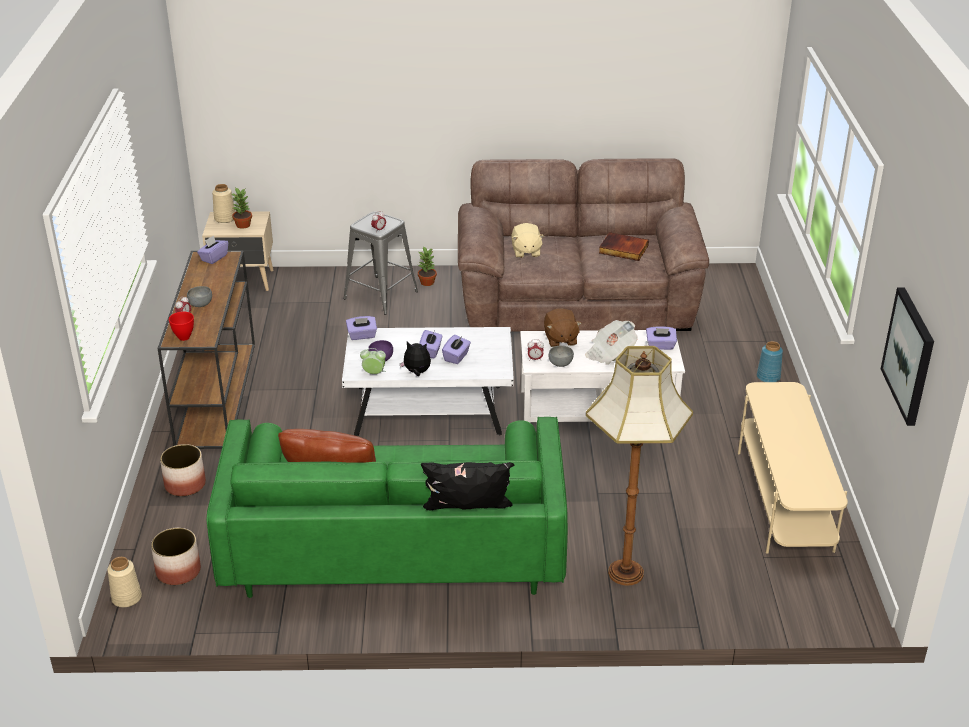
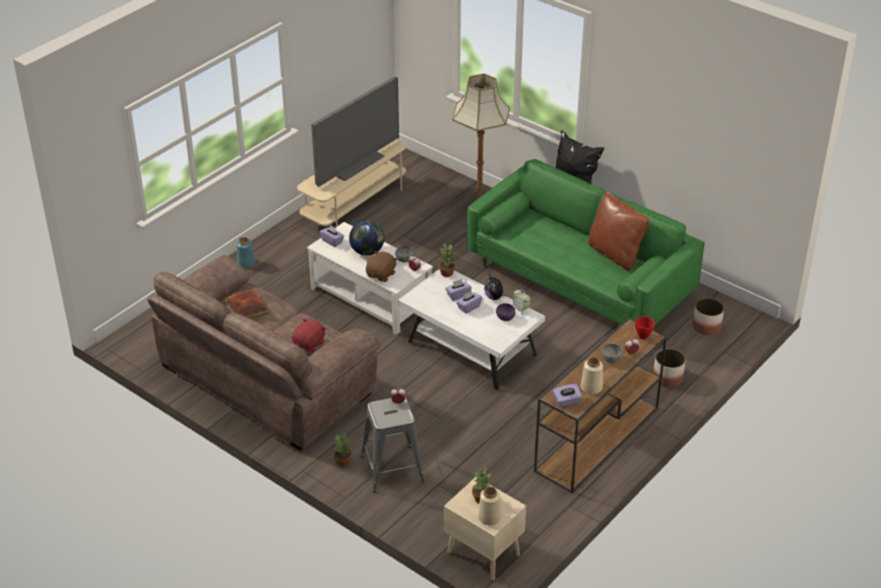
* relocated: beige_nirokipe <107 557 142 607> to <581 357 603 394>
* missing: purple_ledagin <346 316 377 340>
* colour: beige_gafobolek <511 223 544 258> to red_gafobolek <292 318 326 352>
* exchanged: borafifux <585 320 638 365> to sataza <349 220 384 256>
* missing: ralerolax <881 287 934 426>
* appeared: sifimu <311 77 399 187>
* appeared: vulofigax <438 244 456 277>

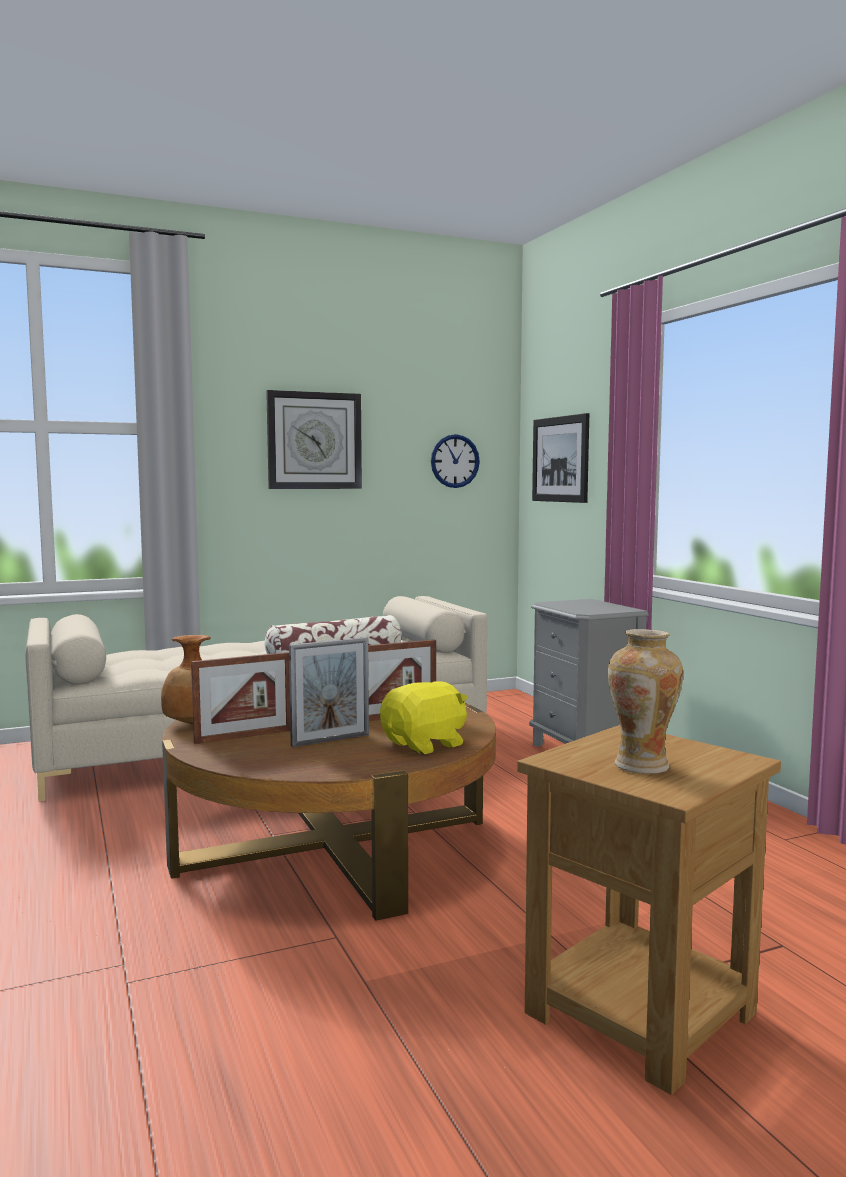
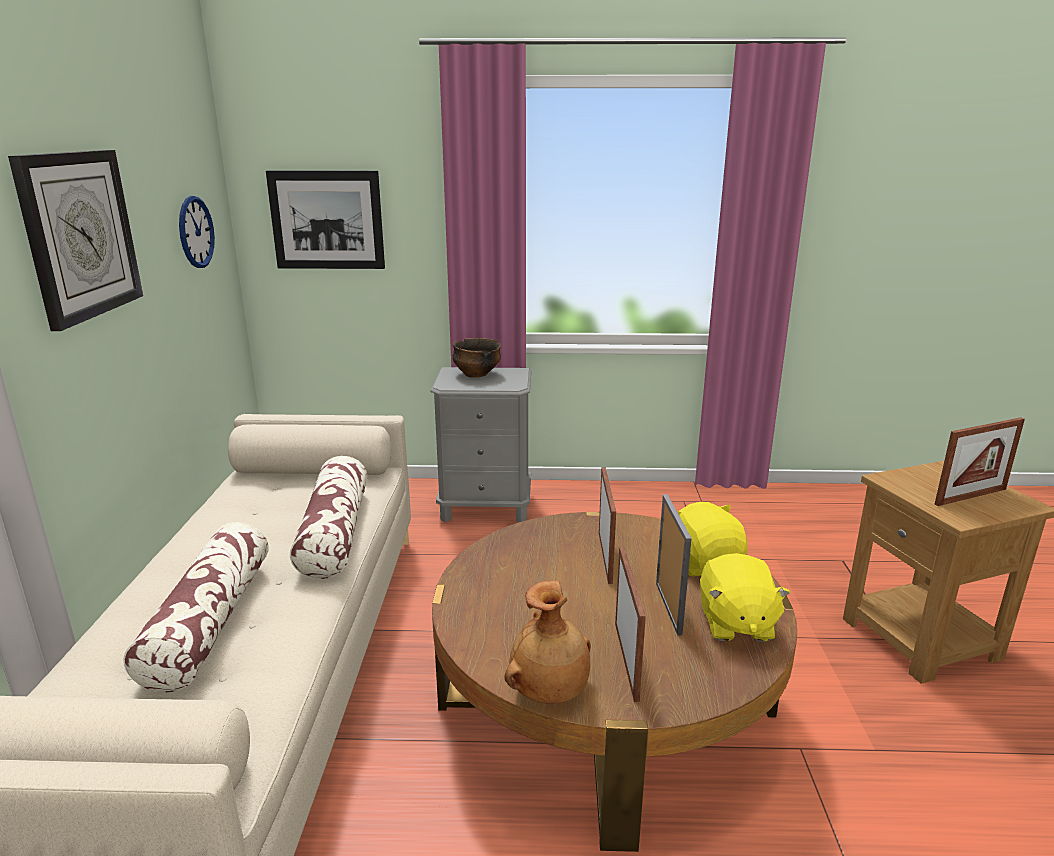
* exchanged: nirokipe <608 629 683 774> to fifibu <935 417 1025 506>
* appeared: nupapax <123 522 268 692>
* appeared: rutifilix <452 338 501 378>
* appeared: yellow_gafobolek <700 553 790 641>

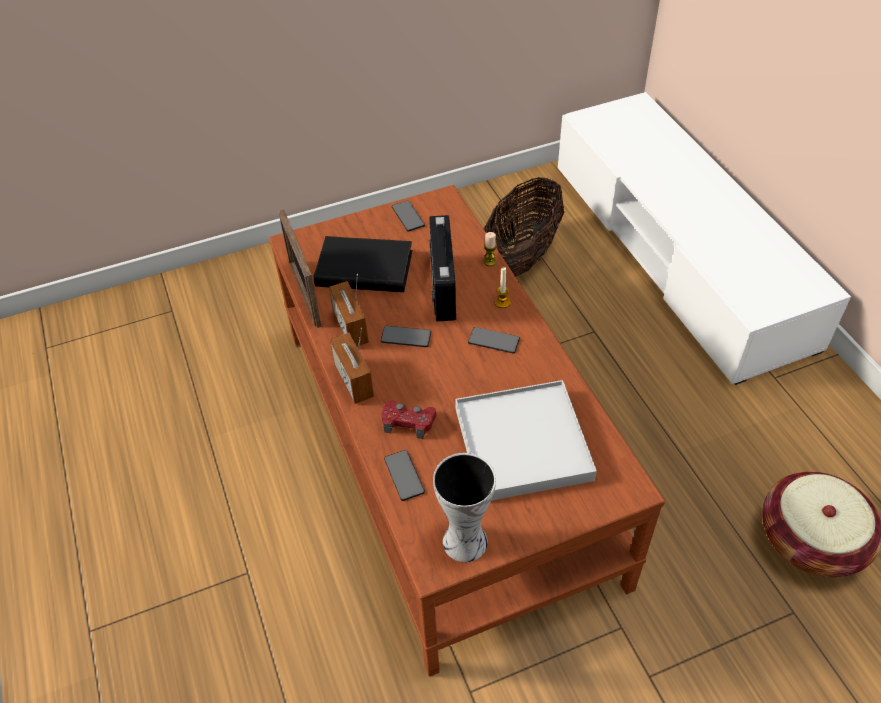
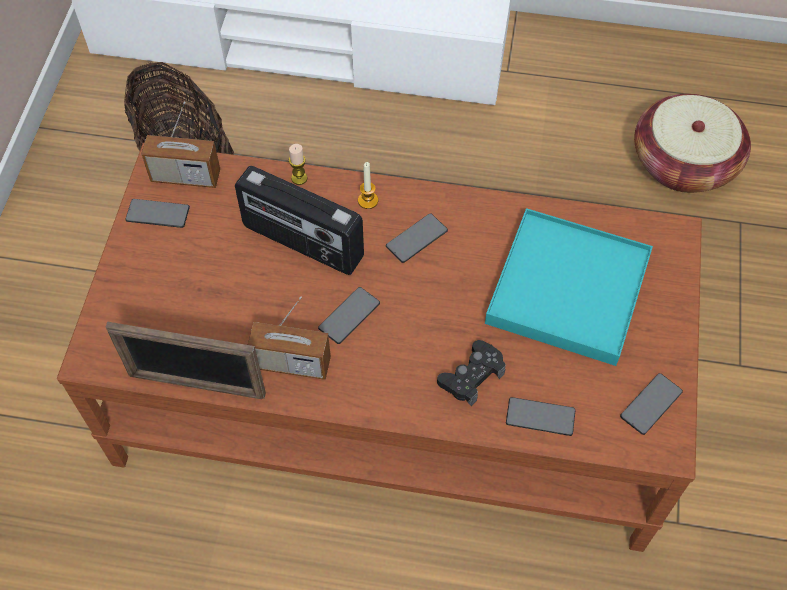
* missing: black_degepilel <314 236 412 292>
* relocated: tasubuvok <330 328 374 404> to <142 101 220 188>
* colour: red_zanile <381 400 436 439> to black_zanile <437 340 505 406>
* exchanged: nirokipe <433 453 496 562> to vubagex <620 373 683 435>
* colour: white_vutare <455 380 597 501> to turquoise_vutare <485 208 653 366>

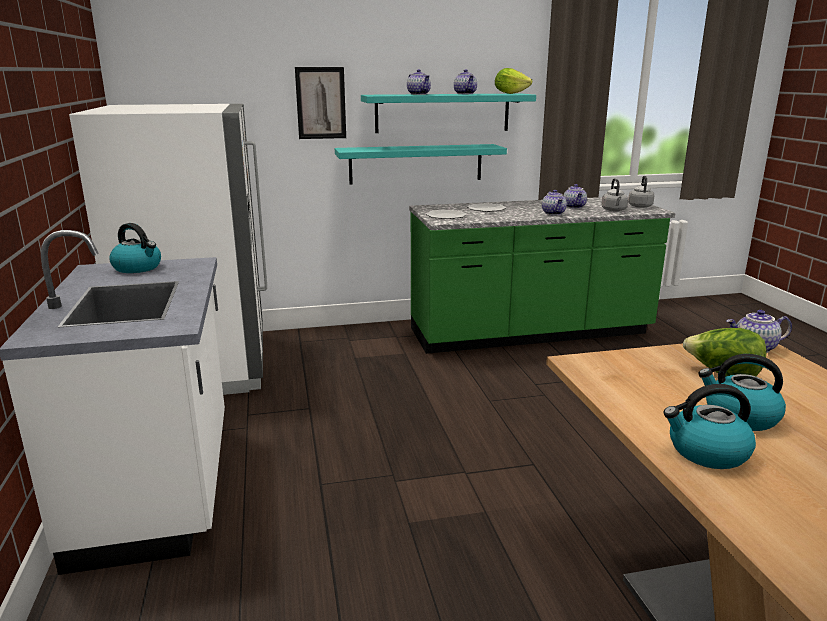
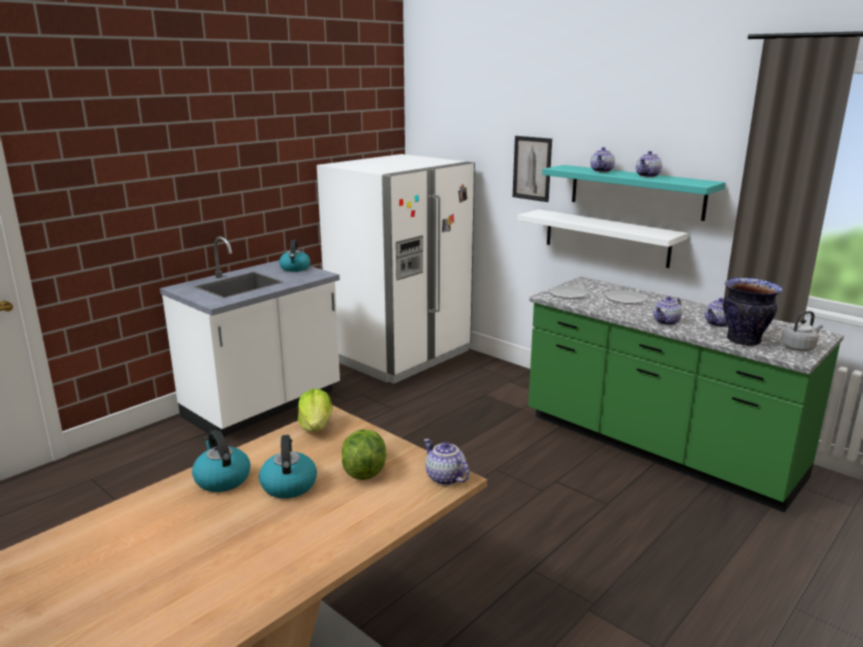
* colour: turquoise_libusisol <335 144 507 185> to white_libusisol <517 209 688 268>
* relocated: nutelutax <495 68 532 94> to <298 389 333 432>
* exchanged: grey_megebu <601 178 628 211> to nirokipe <723 278 783 346>

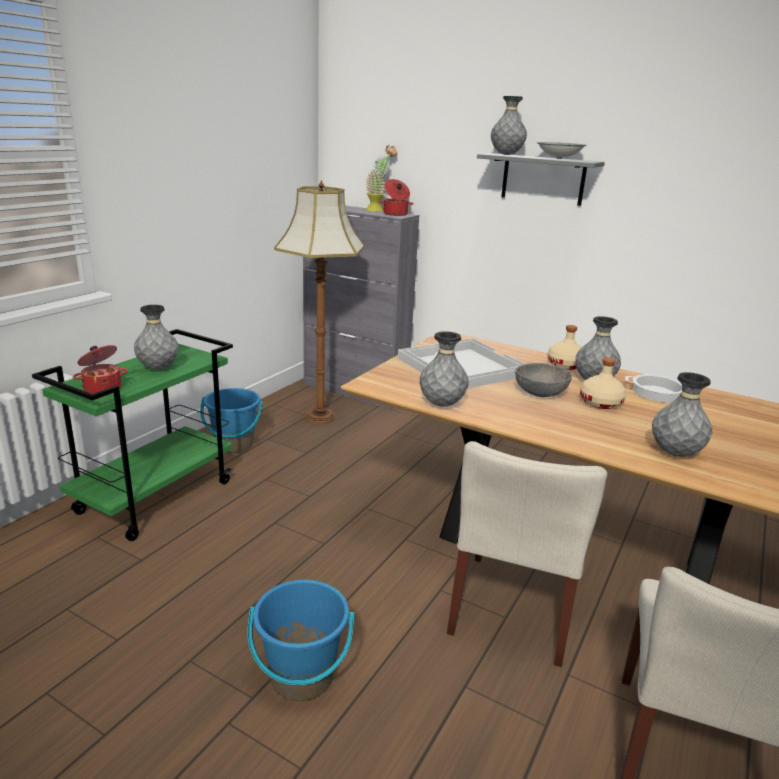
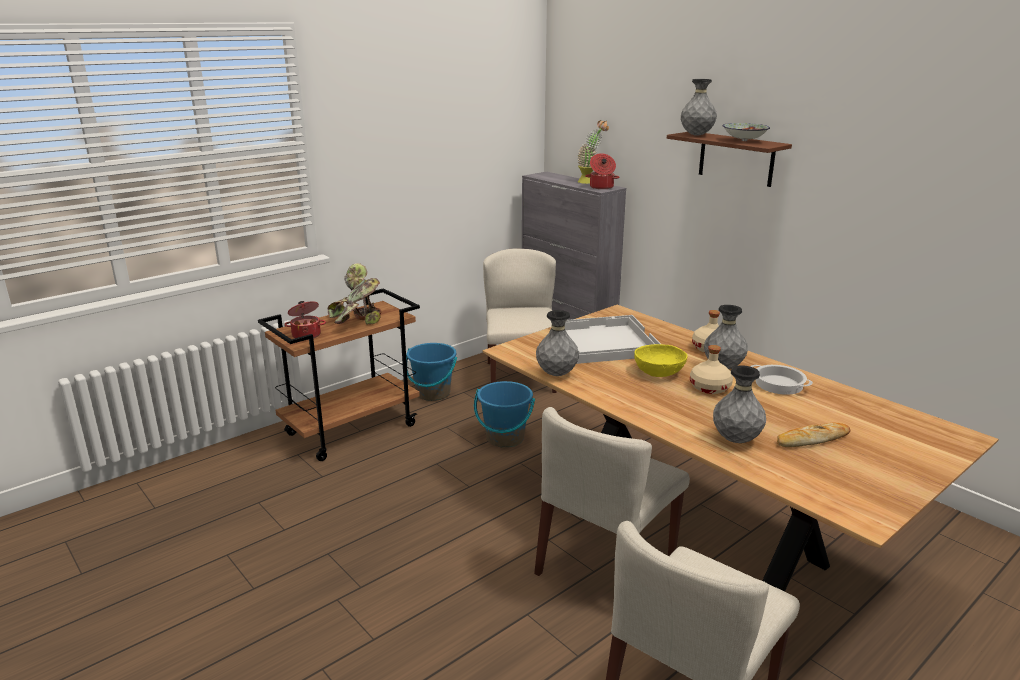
* colour: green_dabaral <32 329 233 541> to brown_dabaral <258 288 420 461>
* exchanged: grey_nirokipe <134 305 179 370> to vulofigax <328 263 382 324>
* relocated: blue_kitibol <247 580 354 701> to <474 381 535 448>
* exchanged: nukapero <274 180 365 424> to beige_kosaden <483 249 557 393>
* colour: grey_libusisol <477 153 605 206> to brown_libusisol <667 132 792 187>
* colour: grey_rutifilix <515 363 572 397> to yellow_rutifilix <634 344 688 377>
* appeared: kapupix <777 422 850 447>

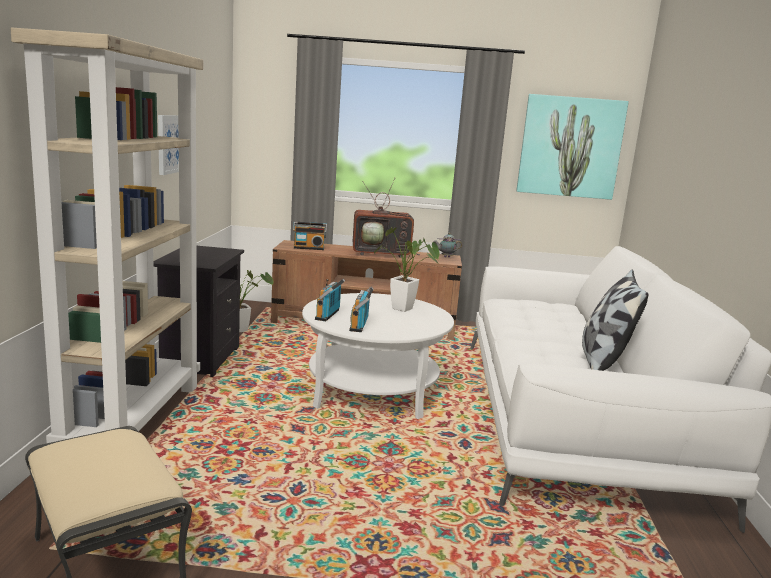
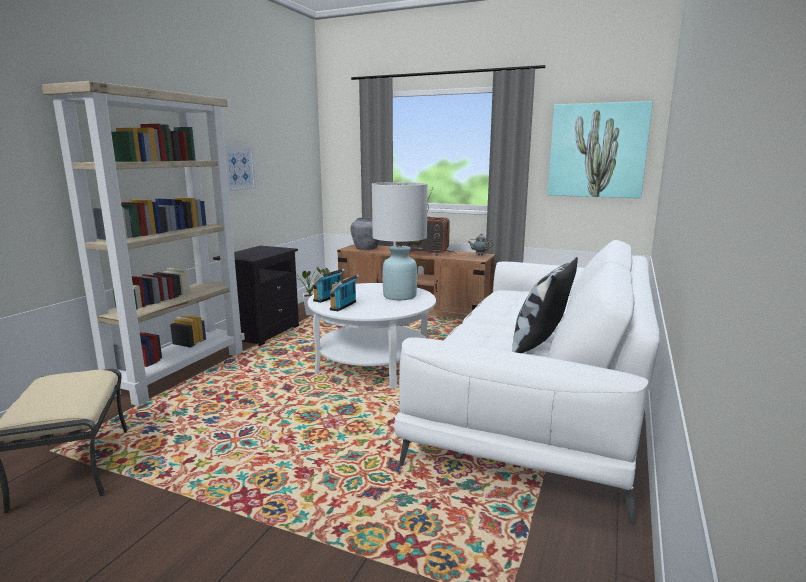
* exchanged: tasubuvok <293 222 327 250> to grey_nirokipe <350 217 380 250>
* exchanged: vulofigax <374 227 439 312> to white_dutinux <372 182 428 300>

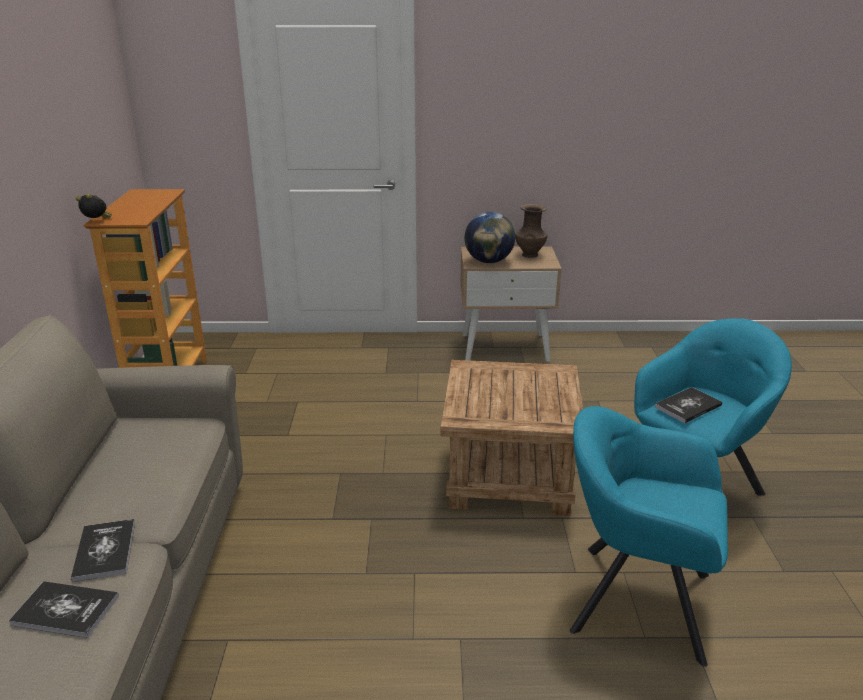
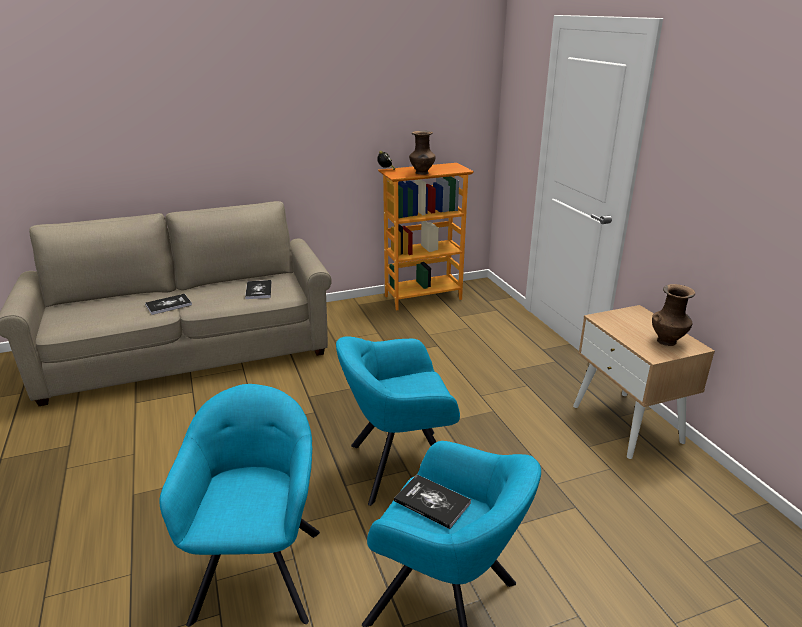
* relocated: degepilel <9 581 119 638> to <245 280 272 299>
* exchanged: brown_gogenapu <441 360 583 516> to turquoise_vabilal <336 337 460 506>
* missing: sataza <465 212 515 263>
* appeared: brown_nirokipe <409 130 436 175>

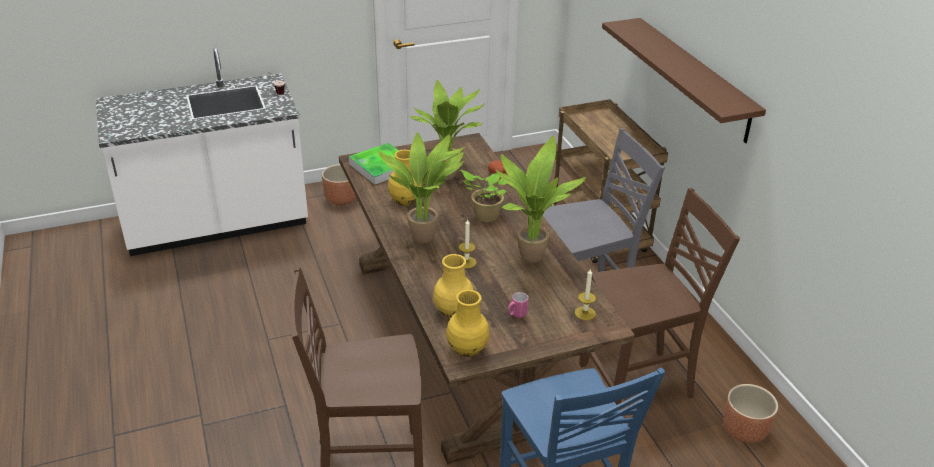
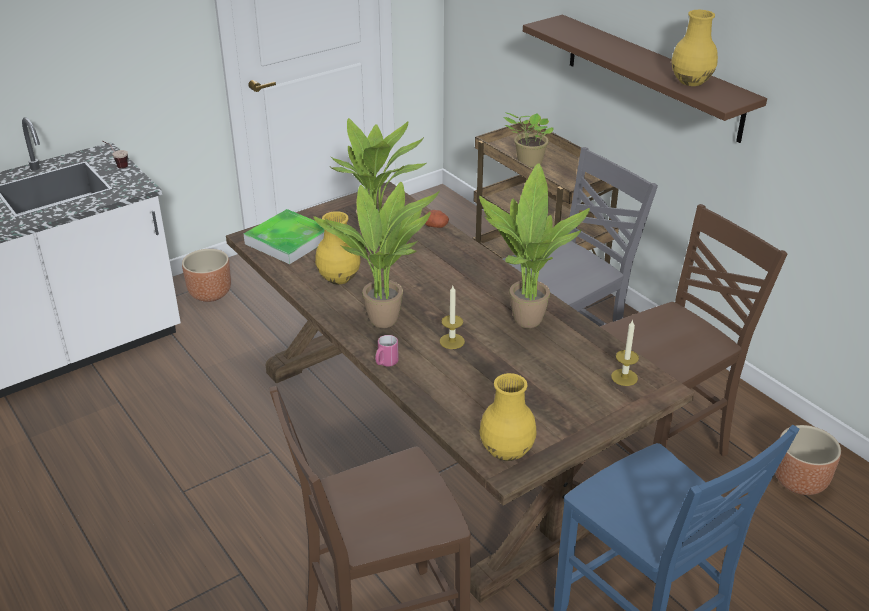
* relocated: yellow_nirokipe <433 254 473 318> to <671 10 718 86>
* relocated: vulofigax <460 170 507 222> to <503 112 554 167>
* relocated: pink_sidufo <508 292 529 318> to <375 335 399 366>

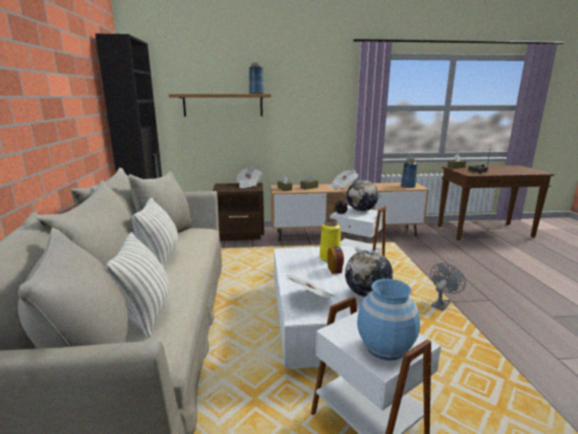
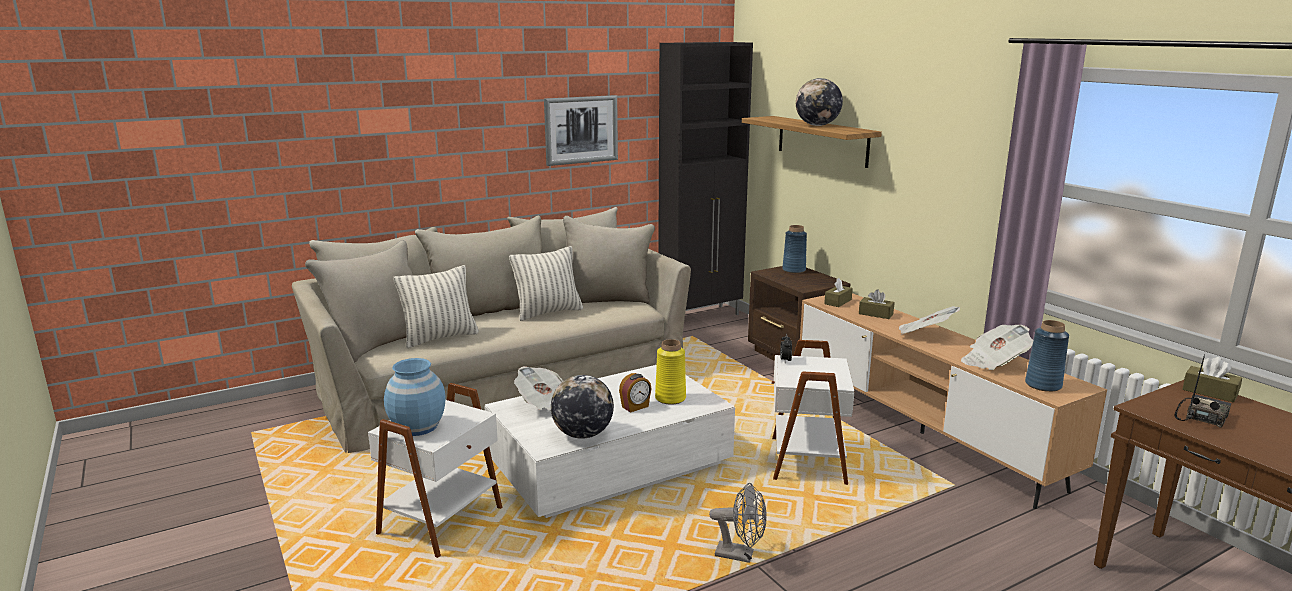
* relocated: borafifux <236 167 262 188> to <961 325 1033 370>
* relocated: blue_nirokipe <249 63 264 94> to <782 225 807 273>
* relocated: sataza <347 180 379 211> to <796 78 843 126>
* appeared: ralerolax <544 95 618 166>

